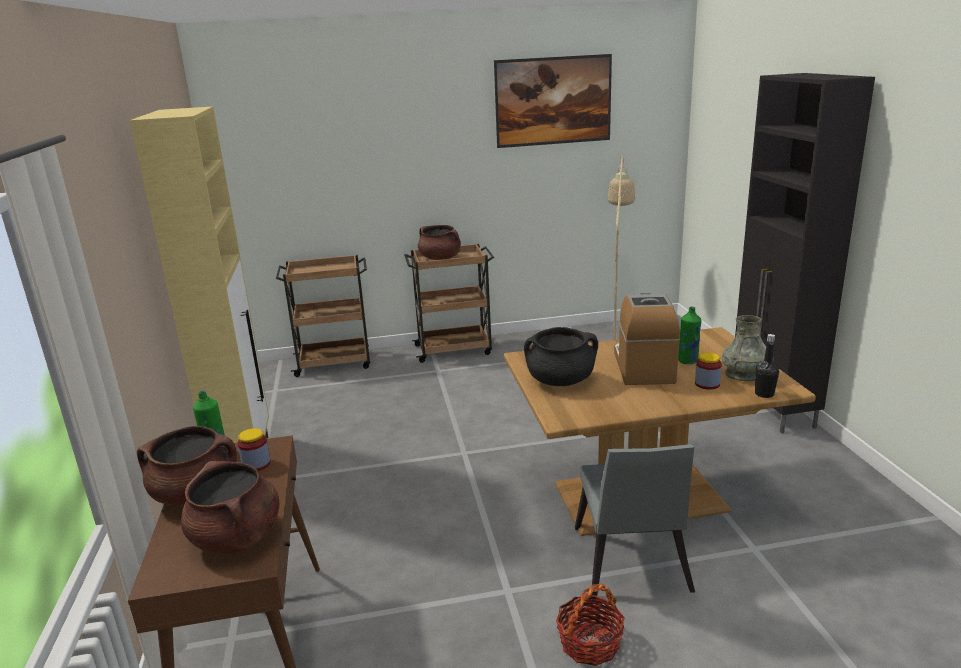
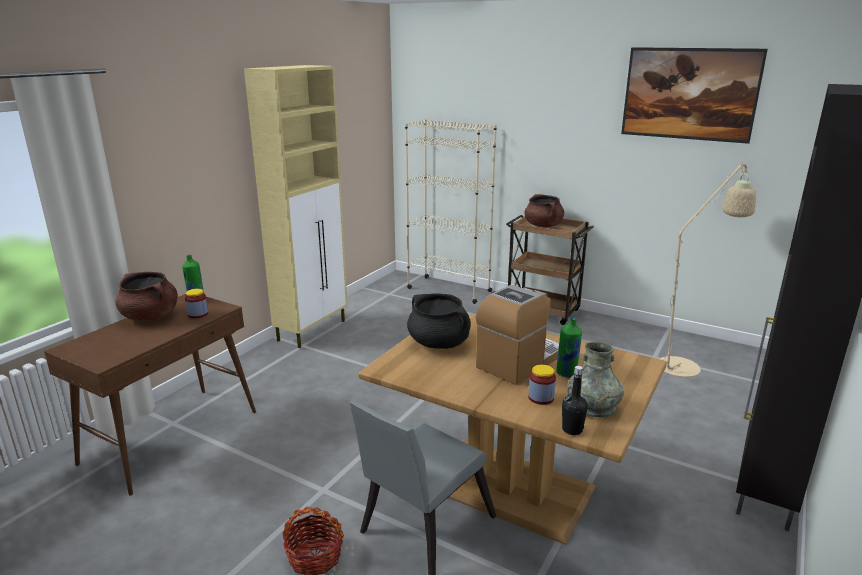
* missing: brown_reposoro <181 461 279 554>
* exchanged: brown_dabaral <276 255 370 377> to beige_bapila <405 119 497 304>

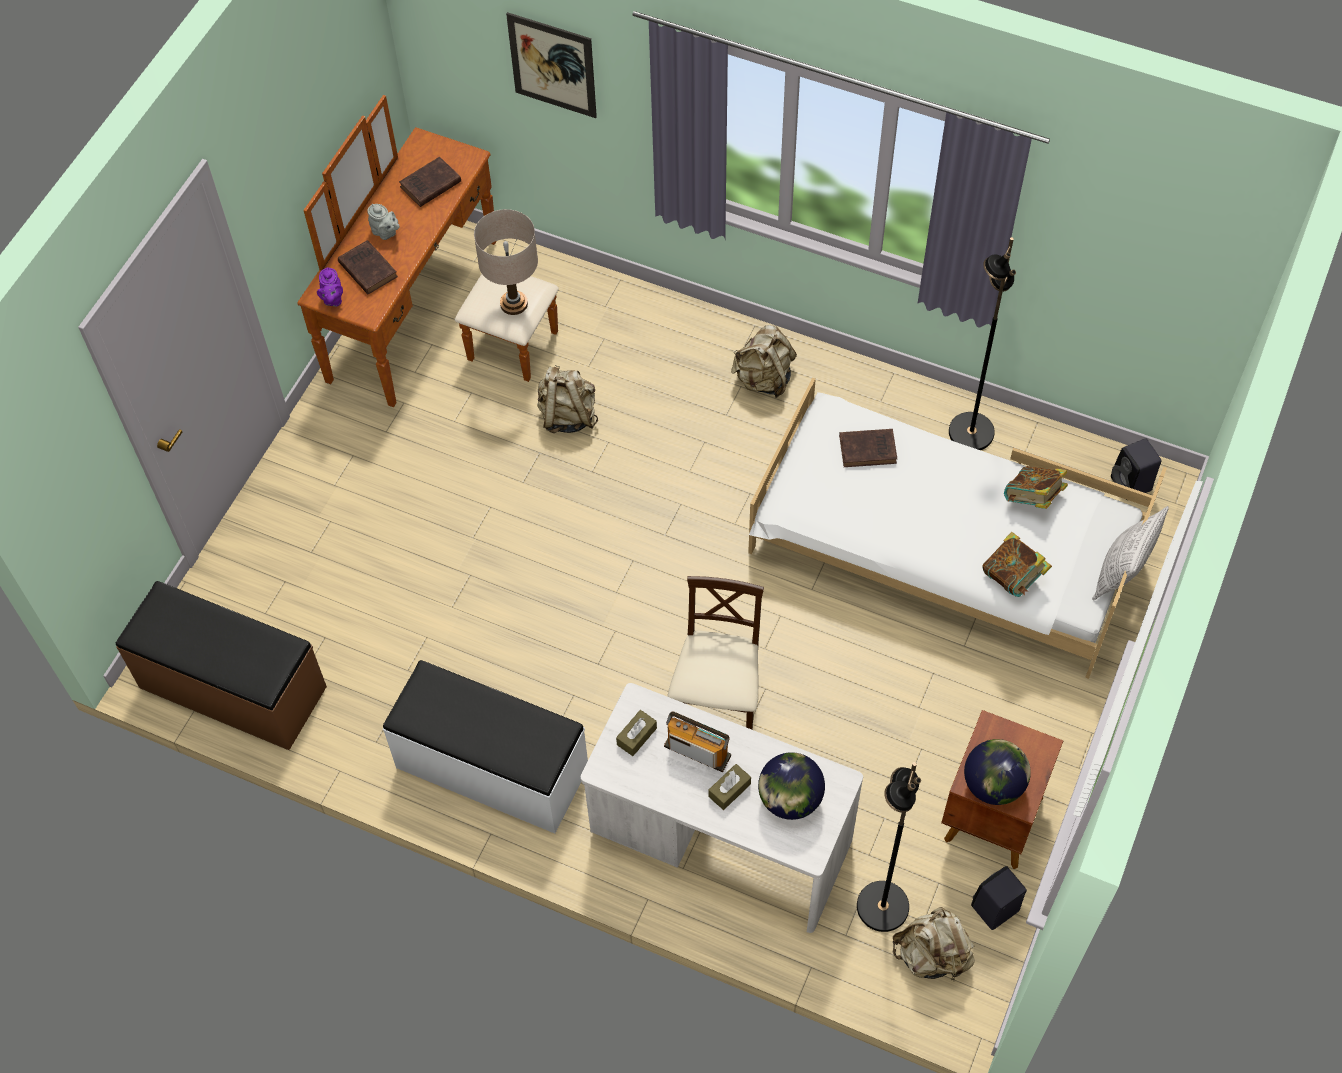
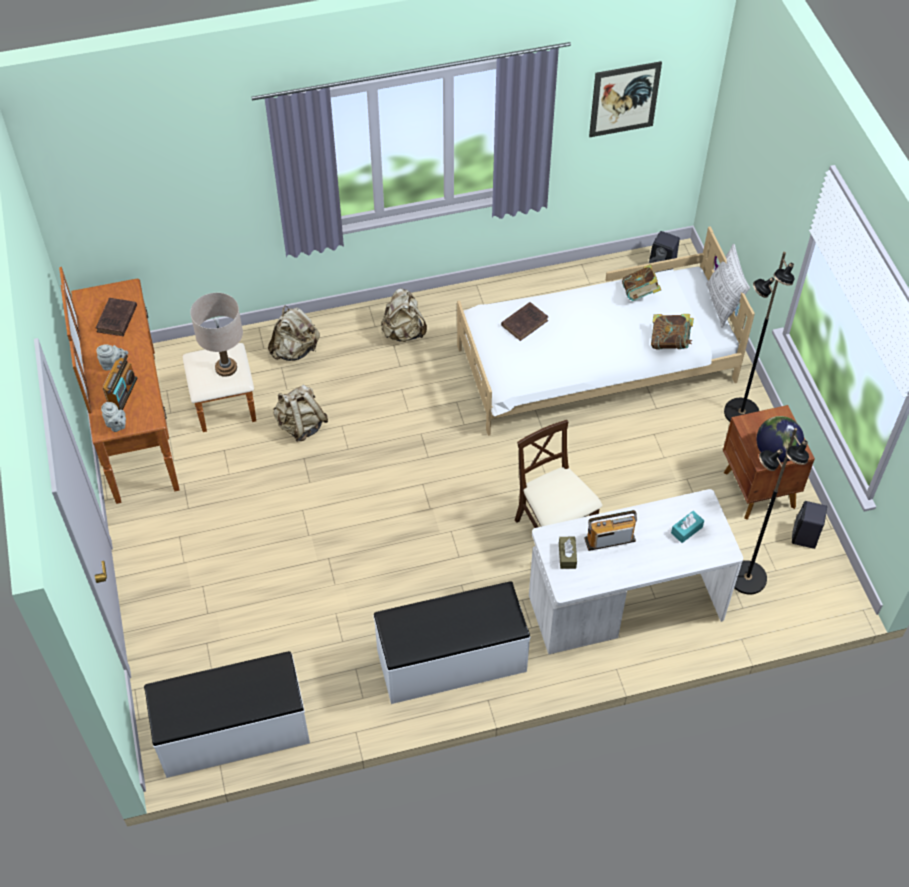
* colour: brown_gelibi <116 581 327 750> to white_gelibi <144 651 310 778>
* colour: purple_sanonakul <317 267 343 307> to grey_sanonakul <101 402 126 432>
* exchanged: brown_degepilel <338 240 398 294> to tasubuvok <102 355 137 410>
* relocated: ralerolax <506 12 597 118> to <589 61 662 137>
* missing: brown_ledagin <709 764 751 810>
* exchanged: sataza <758 752 825 820> to turquoise_ledagin <671 511 704 543>
* relocated: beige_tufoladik <893 907 975 981> to <268 306 320 361>
* relocated: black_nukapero <949 237 1016 450> to <724 252 794 422>

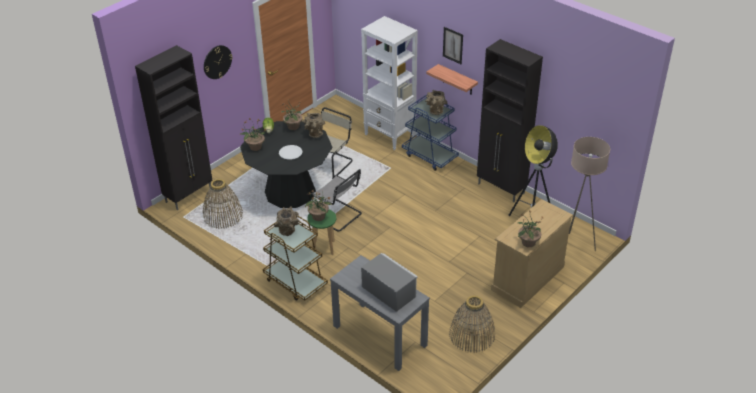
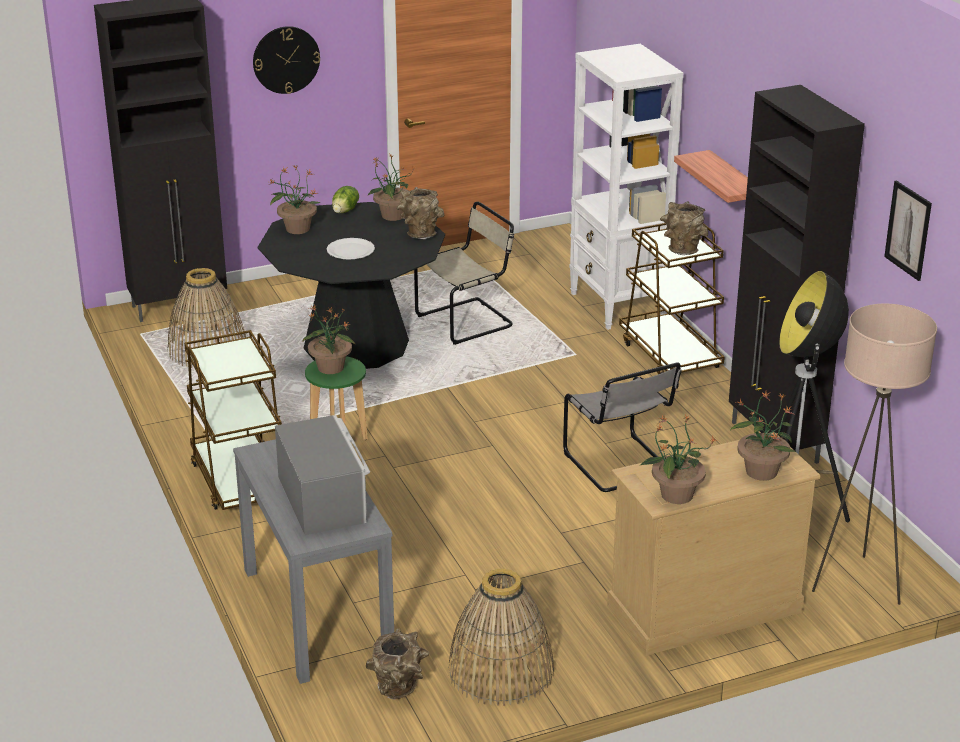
* relocated: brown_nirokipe <274 206 300 236> to <366 628 429 700>
* relocated: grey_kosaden <309 169 362 231> to <563 363 682 492>
* colour: blue_dabaral <402 95 459 171> to brown_dabaral <619 223 725 374>
* relocated: ralerolax <443 27 463 64> to <884 180 932 281>
* appeared: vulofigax <730 392 796 481>

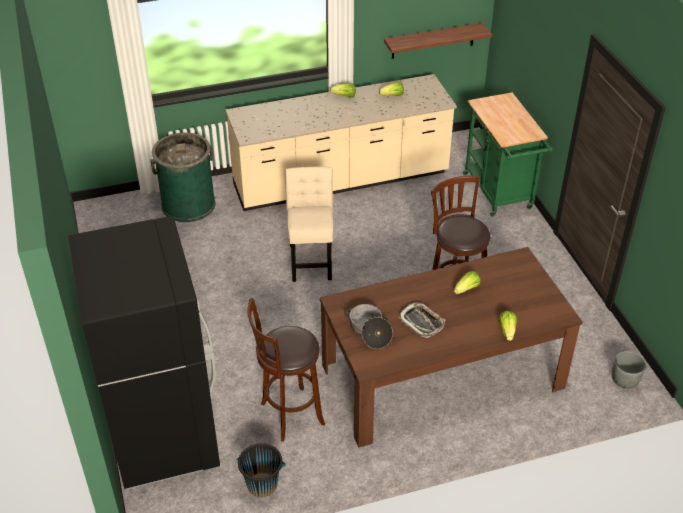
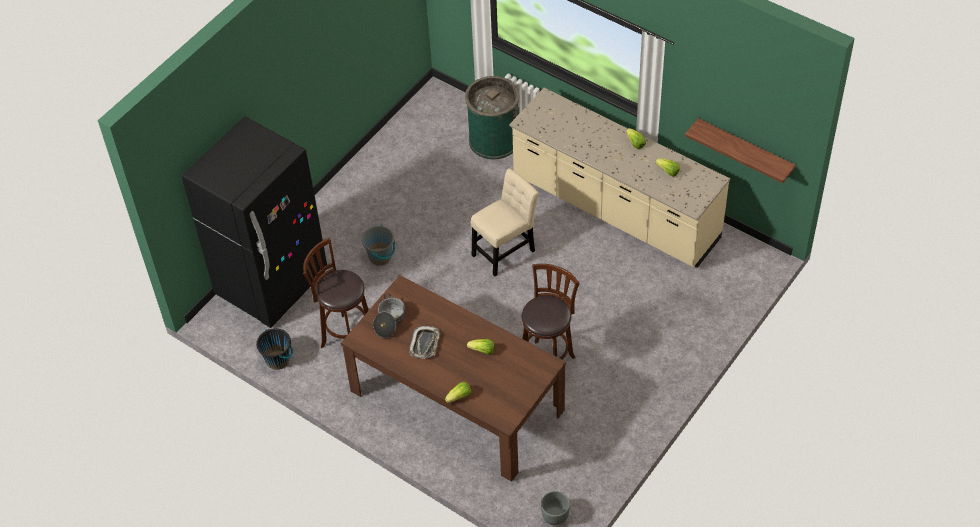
* missing: green_dabaral <463 93 553 217>
* appeared: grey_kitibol <361 225 395 266>

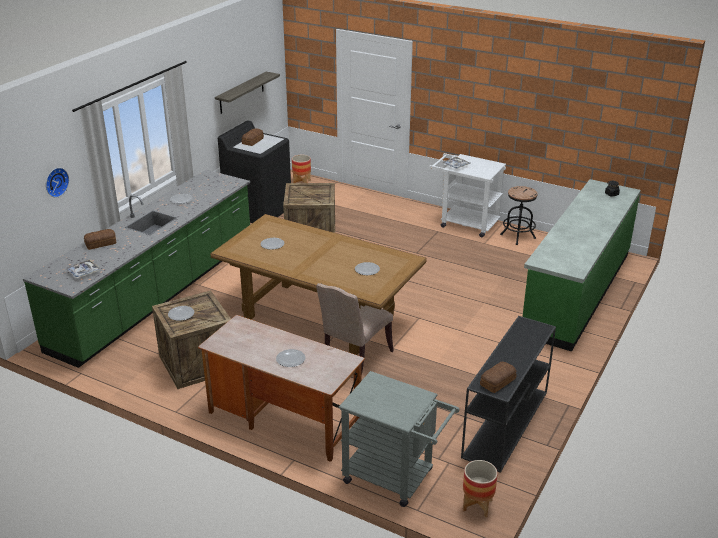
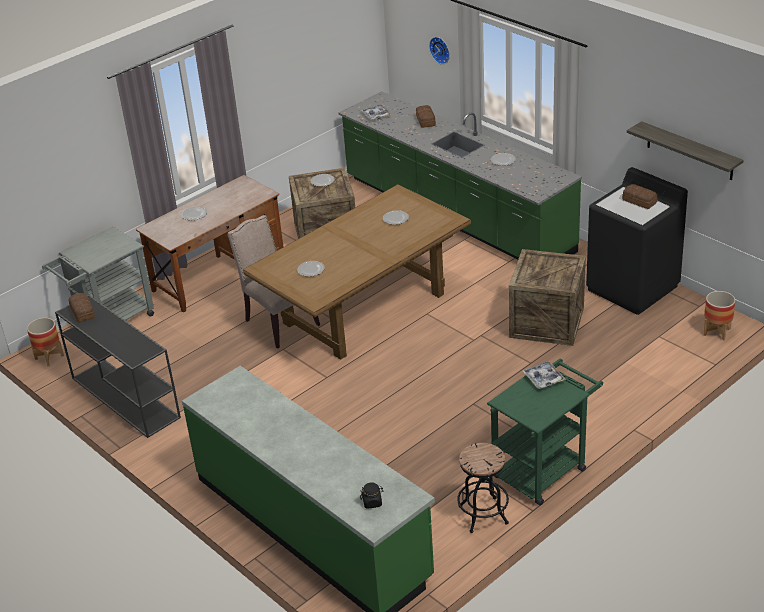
* colour: white_dabaral <429 153 506 237> to green_dabaral <487 358 603 506>

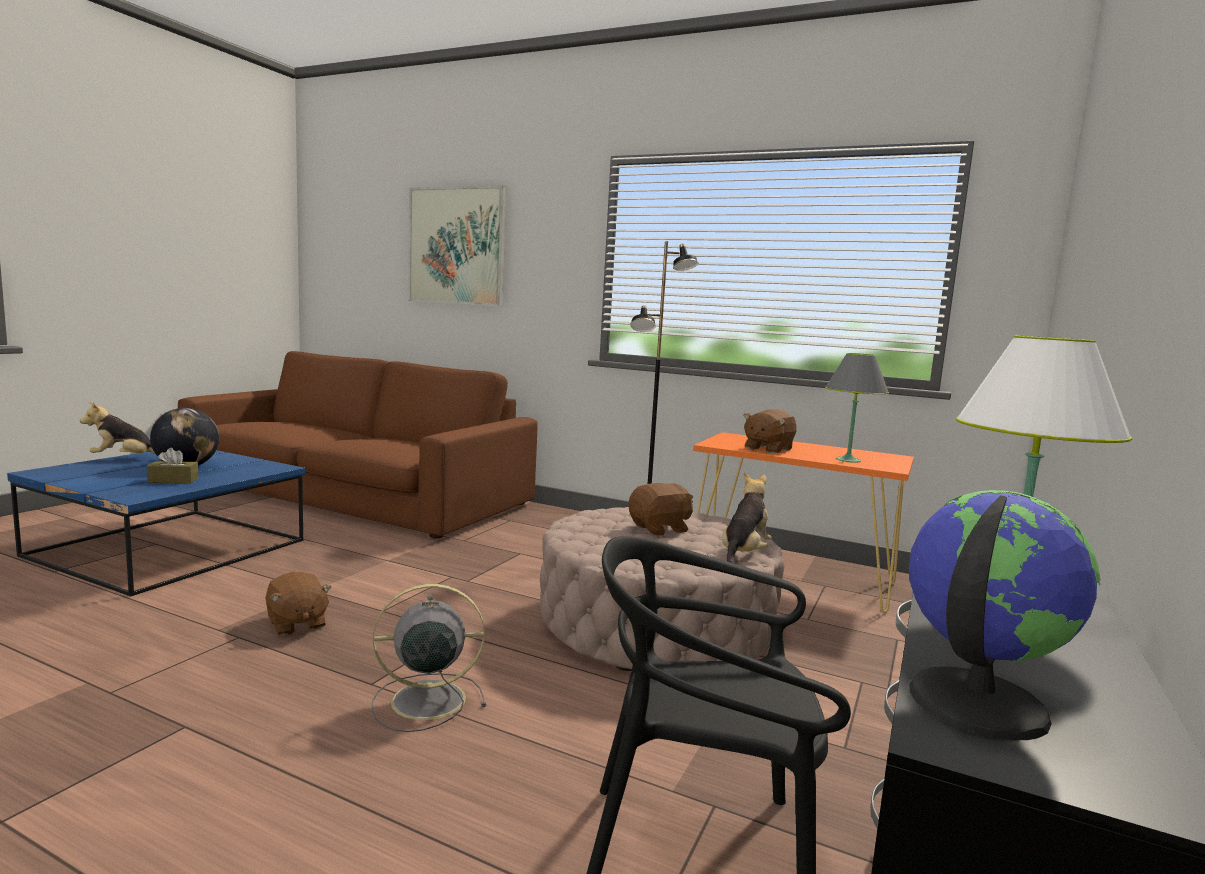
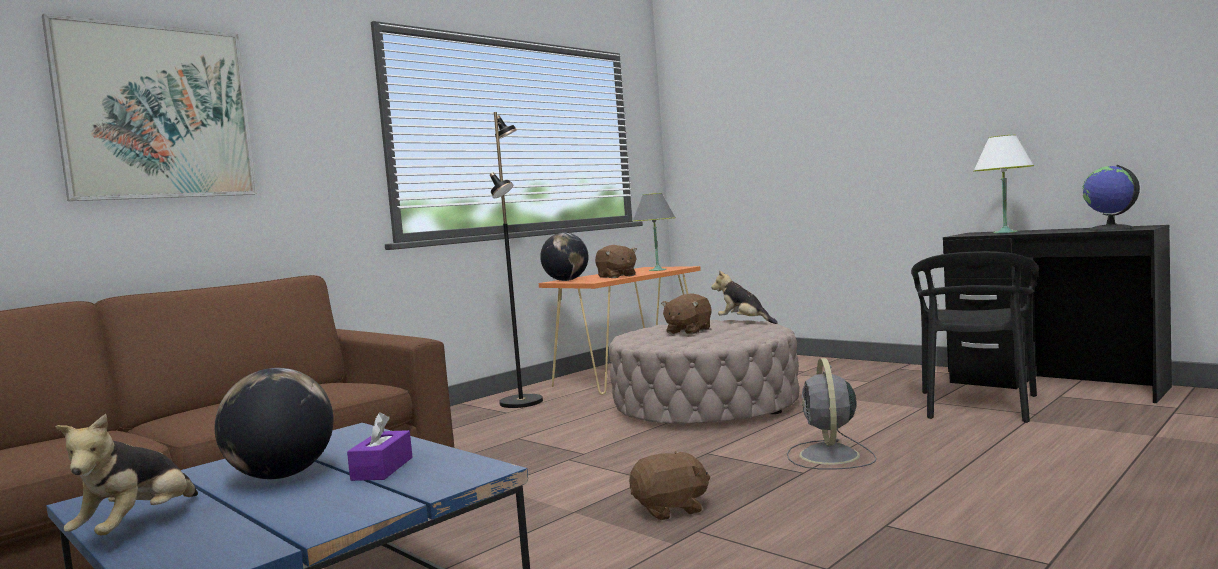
* colour: brown_ledagin <147 448 199 483> to purple_ledagin <347 412 412 481>
* spun: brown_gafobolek <629 483 693 536> = <661 293 712 334> 135 degrees counterclockwise
* appeared: sataza <540 233 588 281>

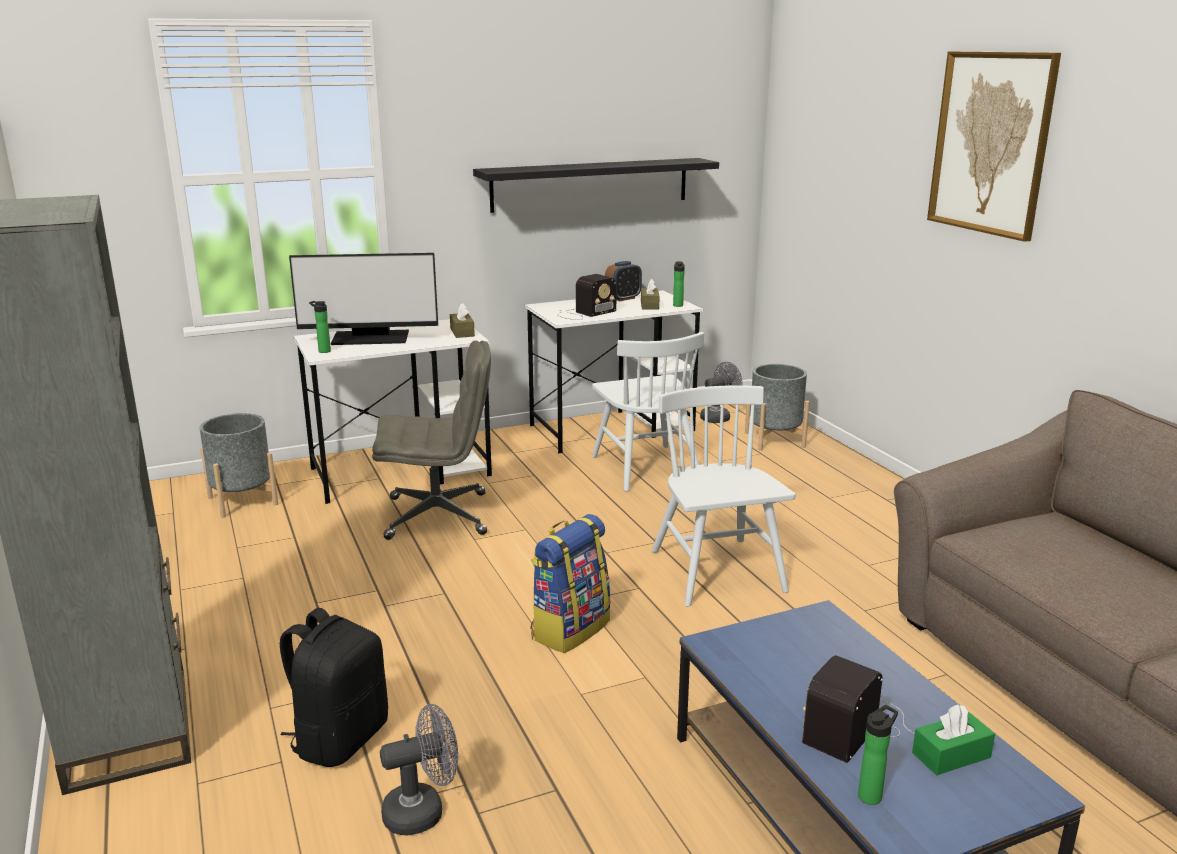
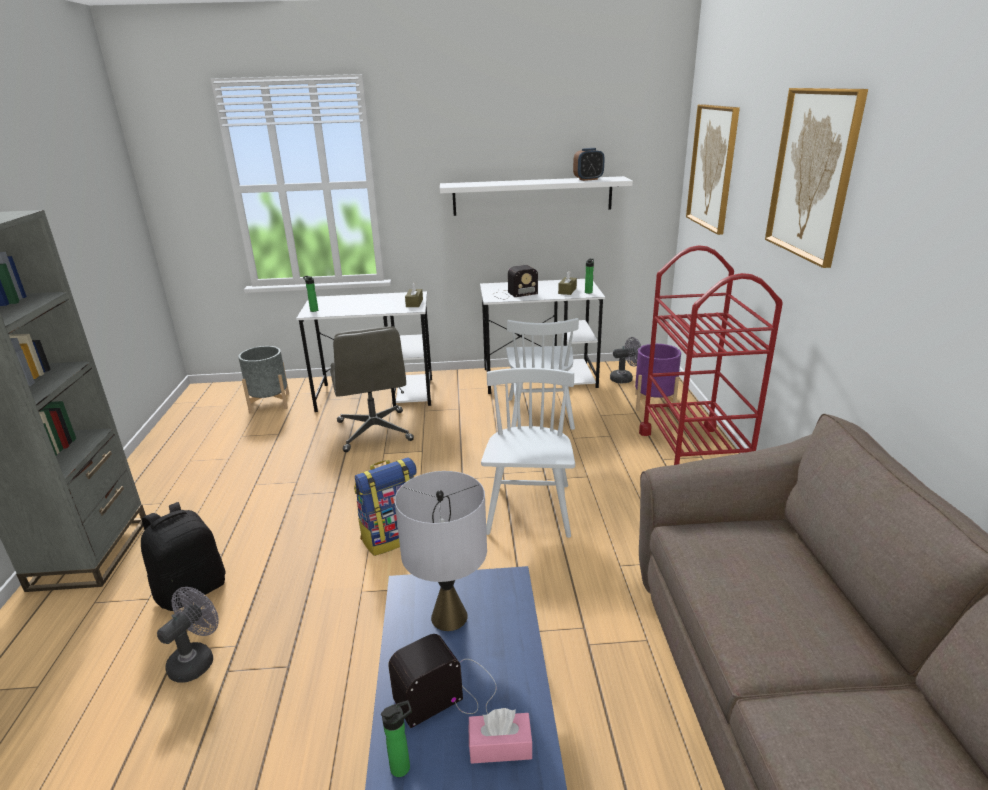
* missing: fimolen <289 253 438 345>
* spun: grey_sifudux <372 340 491 540> = <330 326 414 452> 60 degrees clockwise
* spun: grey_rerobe <380 704 458 836> = <157 587 219 683> 60 degrees counterclockwise
* colour: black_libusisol <473 158 719 213> to white_libusisol <440 176 633 216>
* relocated: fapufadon <605 261 642 301> to <573 148 605 181>
* colour: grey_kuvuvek <745 364 810 451> to purple_kuvuvek <635 344 681 411>
* colour: green_ledagin <912 704 995 776> to pink_ledagin <469 708 532 764>
* appeared: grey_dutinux <395 471 487 631>
* appeared: red_dabaral <639 245 783 465>
* appeared: ralerolax <686 104 740 235>

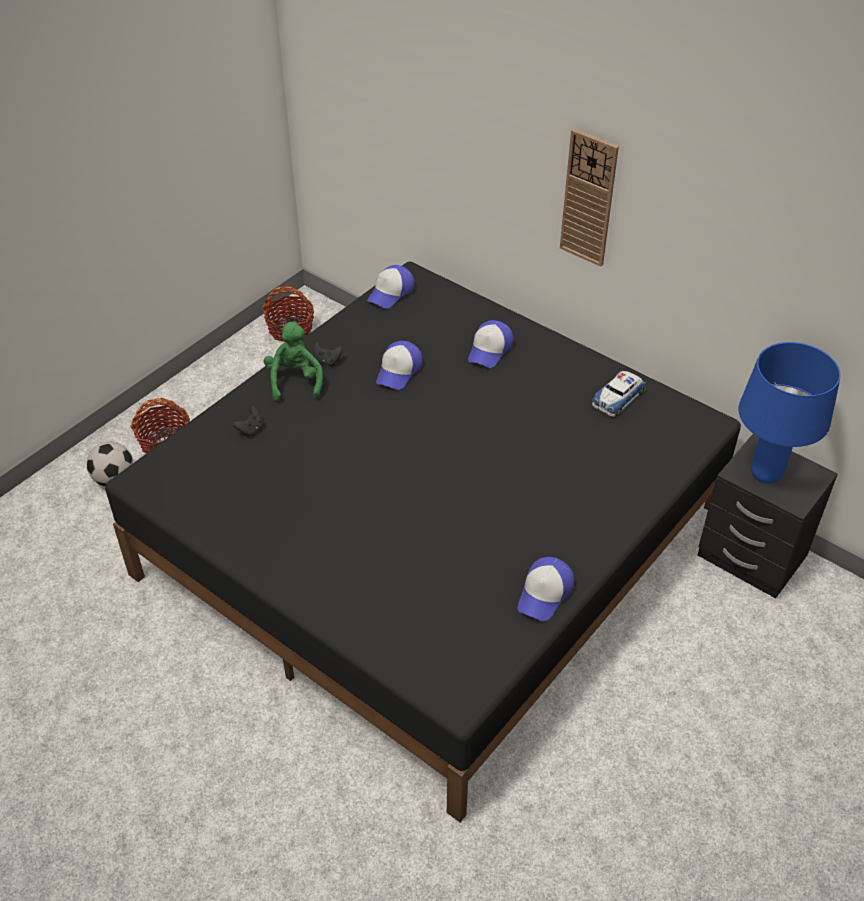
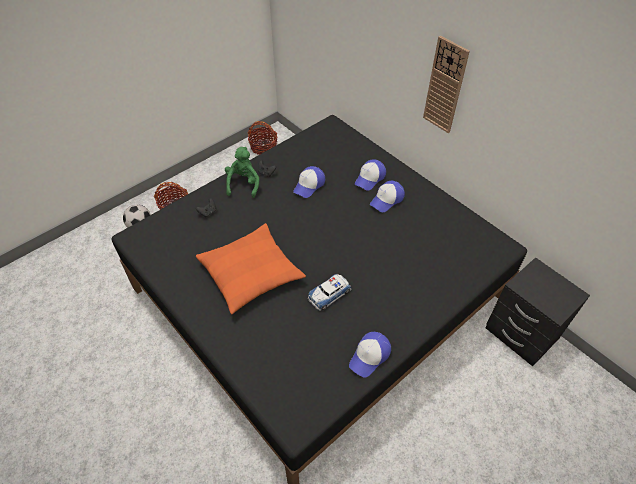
* relocated: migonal <367 265 415 308> to <370 181 405 212>
* relocated: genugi <592 371 646 417> to <308 274 352 311>
* missing: blue_dutinux <738 342 841 484>
* appeared: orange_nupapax <196 223 306 314>

